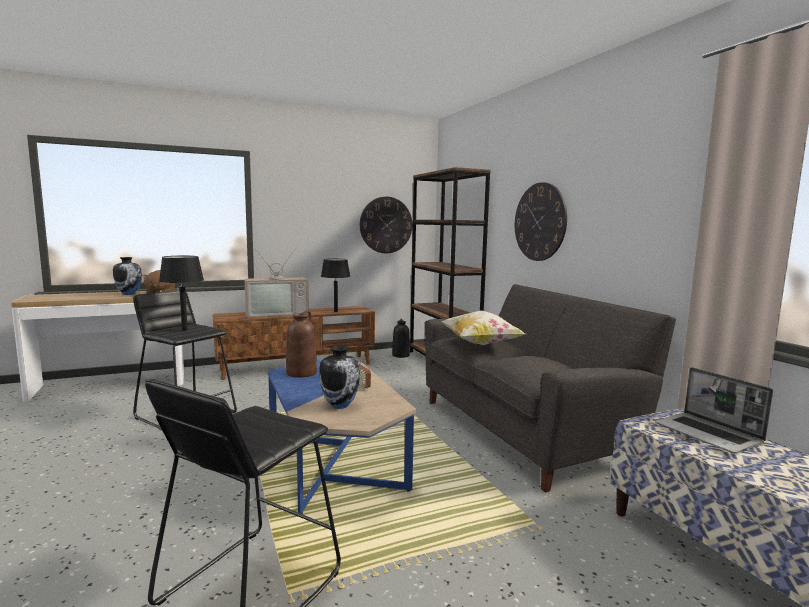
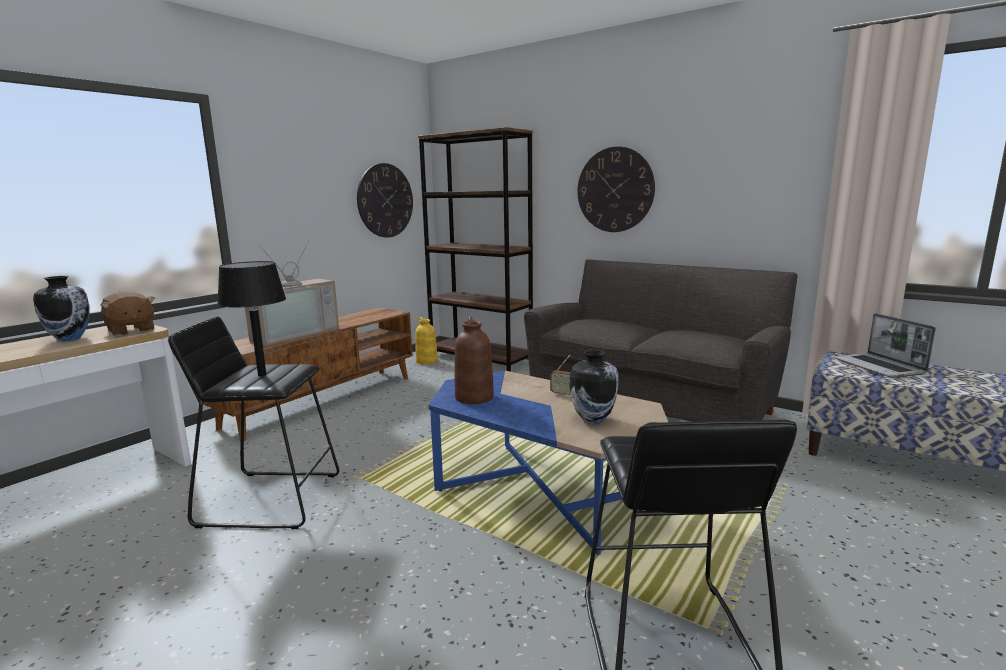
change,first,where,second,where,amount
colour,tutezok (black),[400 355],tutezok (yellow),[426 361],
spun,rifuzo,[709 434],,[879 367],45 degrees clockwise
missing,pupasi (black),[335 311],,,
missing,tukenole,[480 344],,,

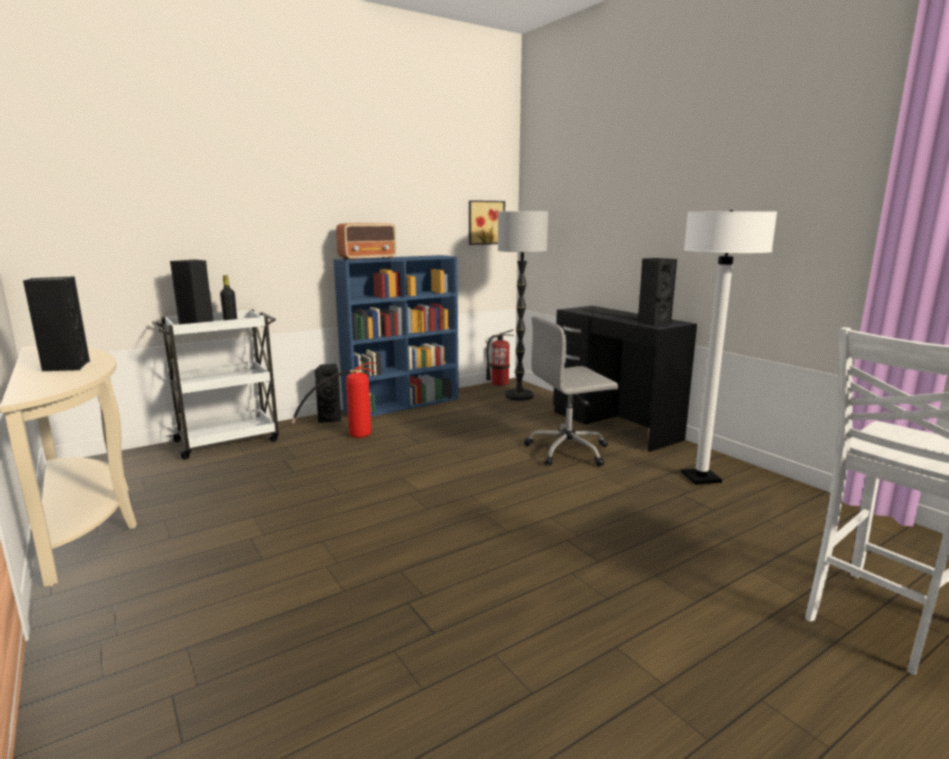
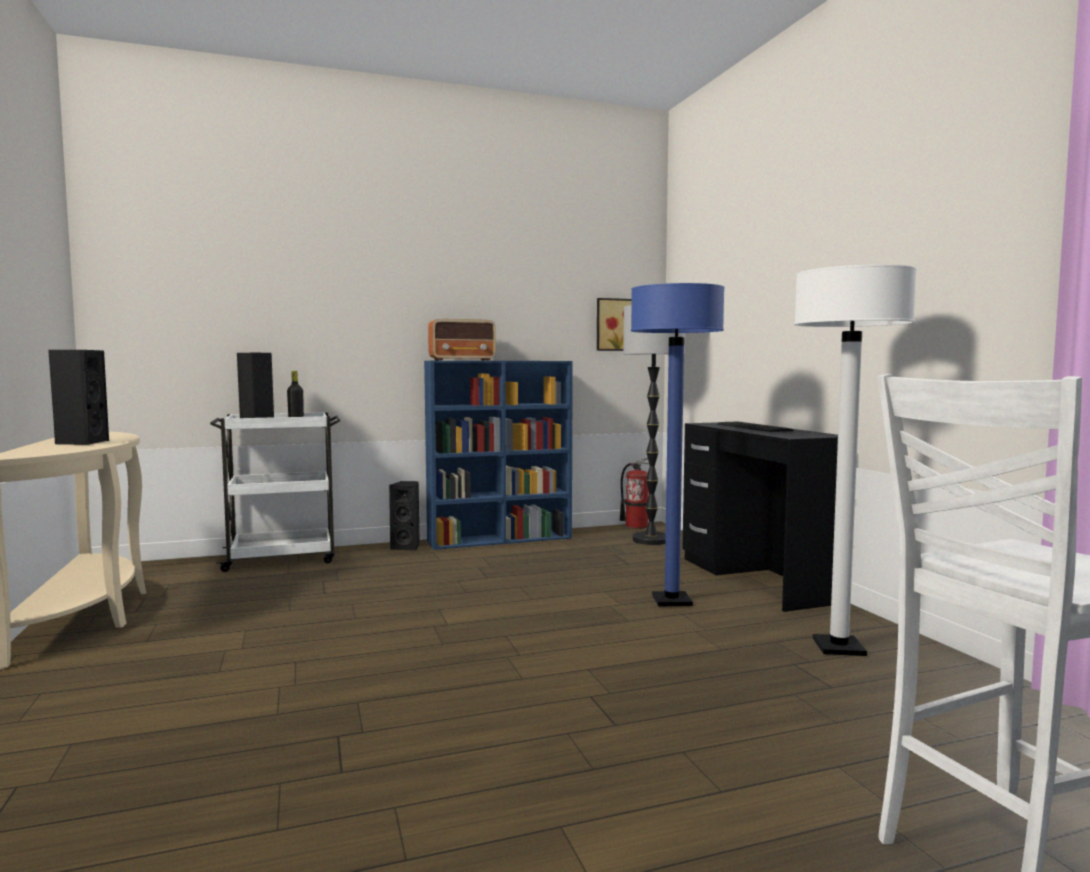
change,first,where,second,where,amount
exchanged,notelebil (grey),[569 450],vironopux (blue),[671 601],
missing,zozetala,[347 436],,,
missing,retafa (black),[653 323],,,

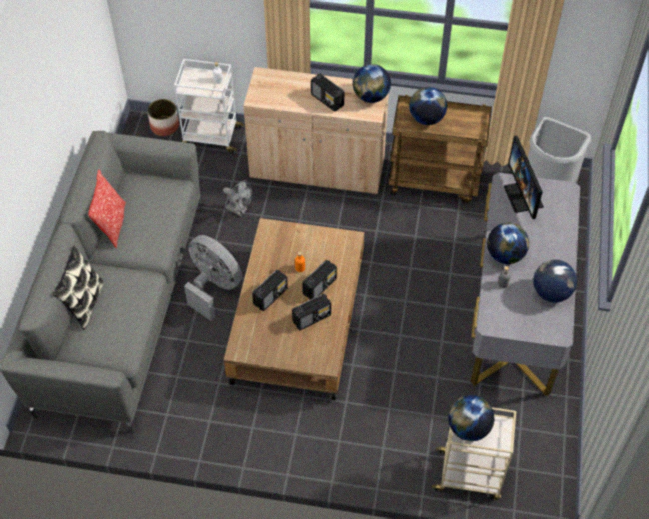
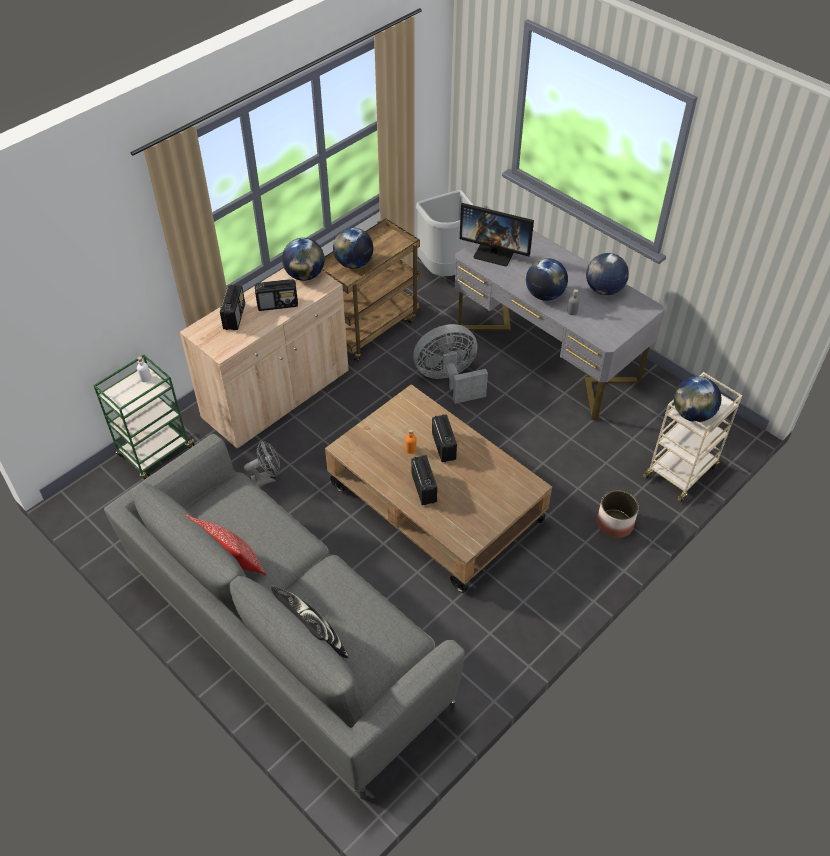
change,first,where,second,where,amount
colour,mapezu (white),[211 136],mapezu (green),[155 452],
relocated,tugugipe,[312 318],,[234 316],
relocated,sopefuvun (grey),[213 287],,[449 380],
relocated,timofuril,[164 126],,[614 524],

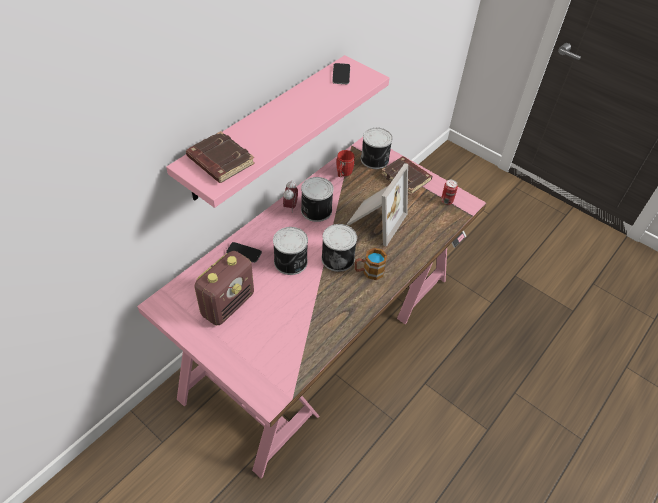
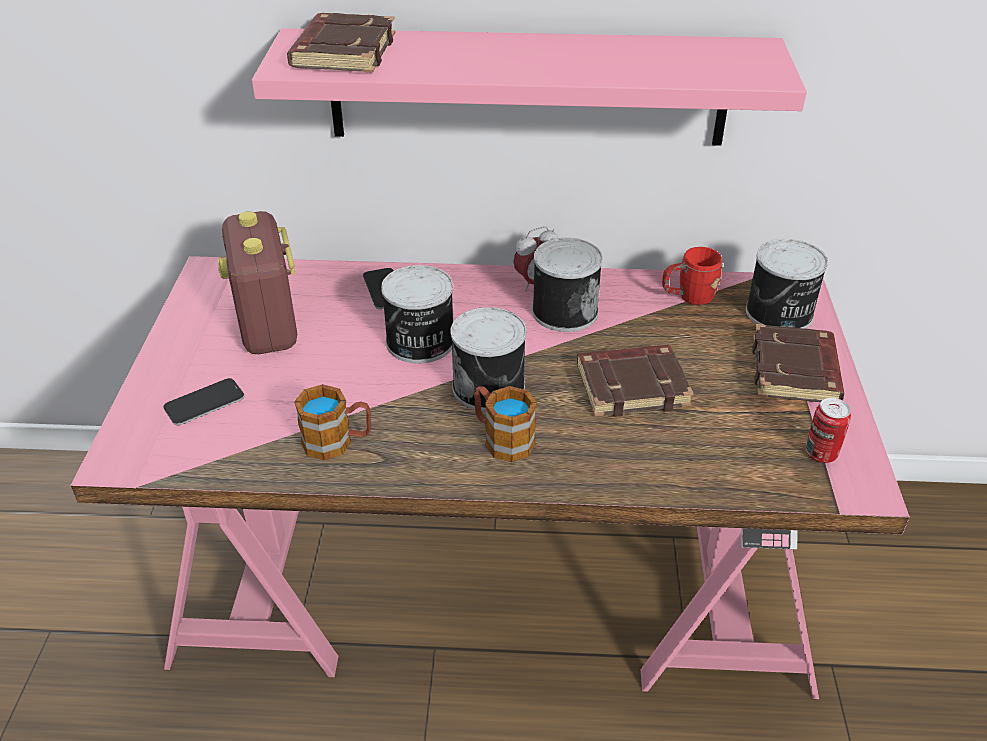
change,first,where,second,where,amount
relocated,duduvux,[341 74],,[204 403],
spun,tugugipe,[228 304],,[268 326],75 degrees clockwise
appeared,,,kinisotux,[337 442],
exchanged,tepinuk,[375 220],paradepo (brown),[632 385],

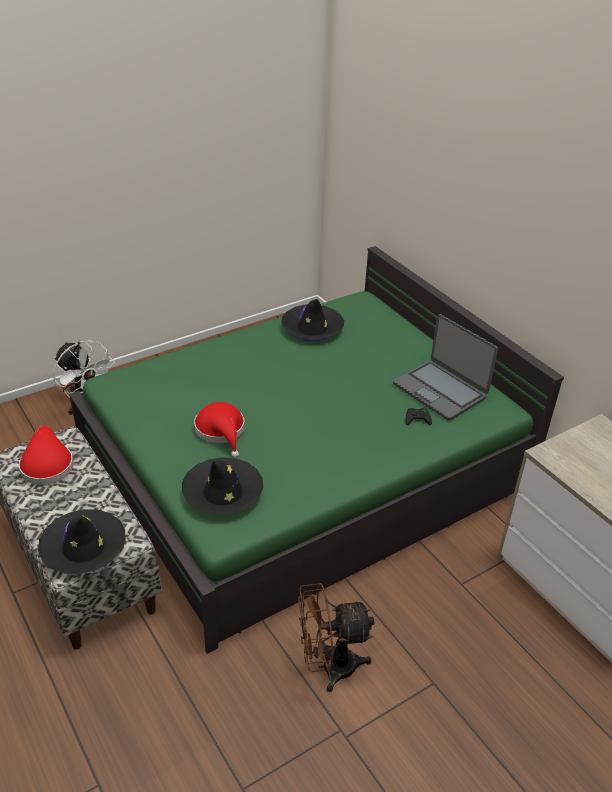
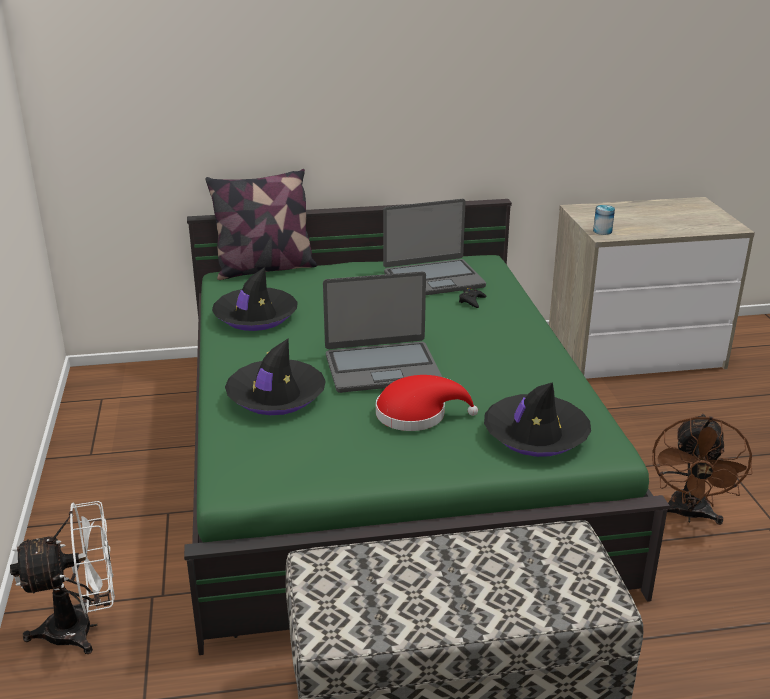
change,first,where,second,where,amount
appeared,,,tukenole,[265 268],
relocated,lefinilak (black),[83 548],,[276 396],
appeared,,,rifuzo,[382 367],
appeared,,,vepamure,[602 231],
missing,lefinilak (red),[47 464],,,

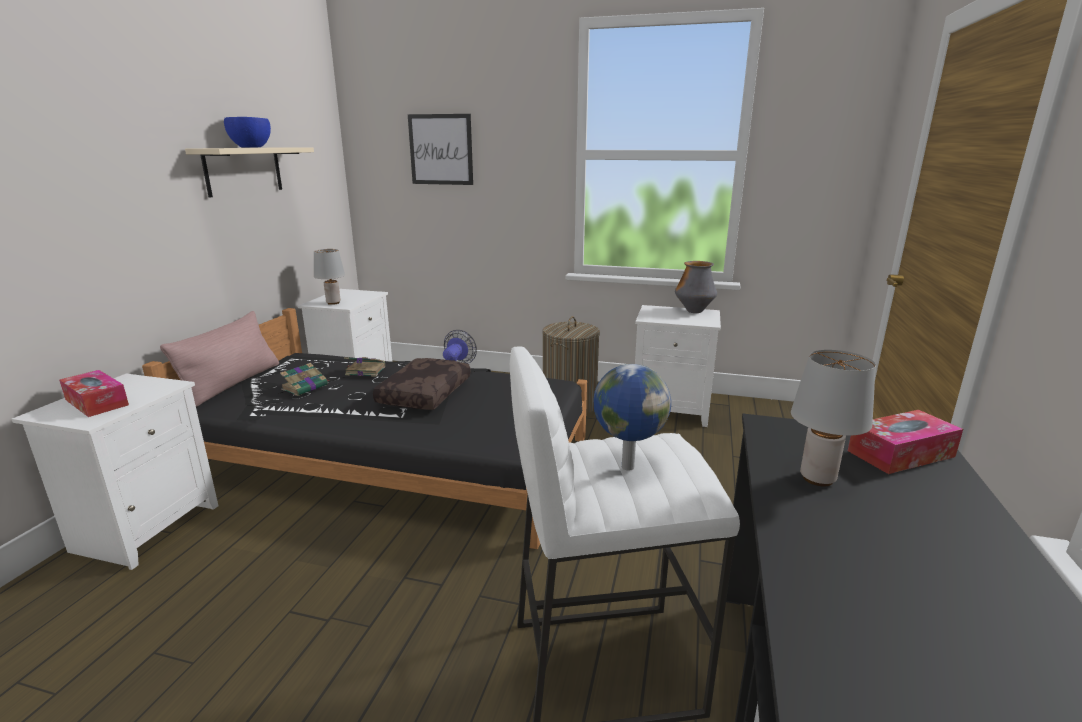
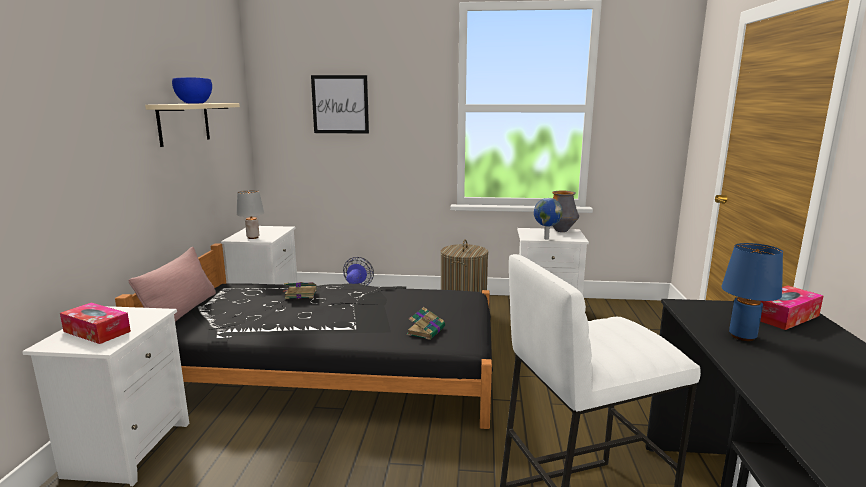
change,first,where,second,where,amount
relocated,paradepo,[306 387],,[426 330],
relocated,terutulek,[626 466],,[546 238],
colour,pupasi (grey),[817 478],pupasi (blue),[741 336],
missing,tukenole (brown),[424 393],,,

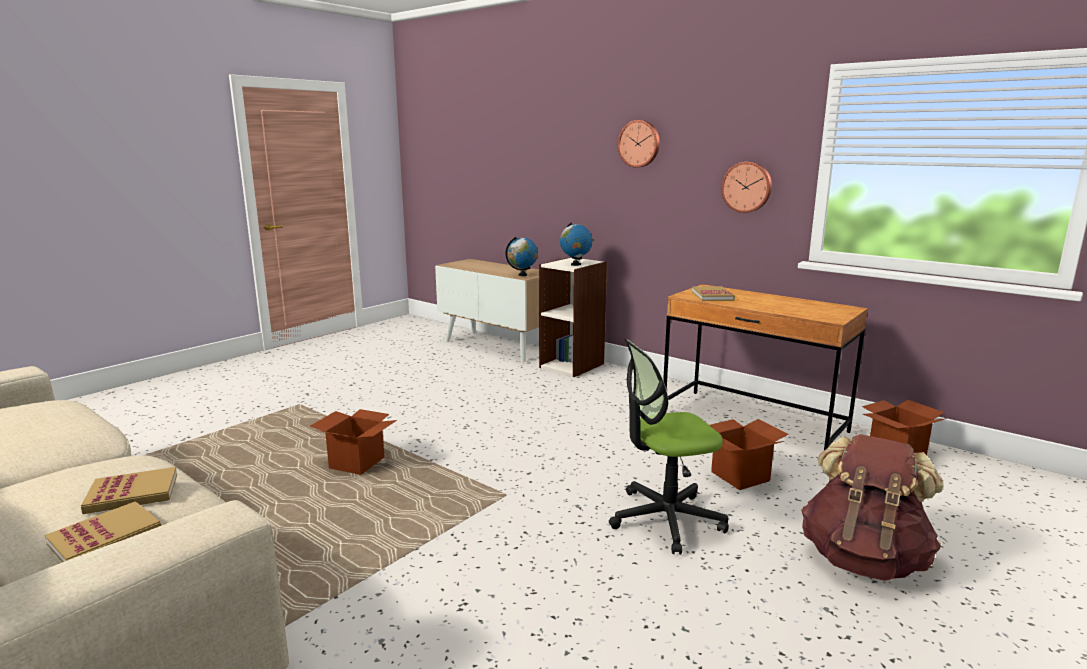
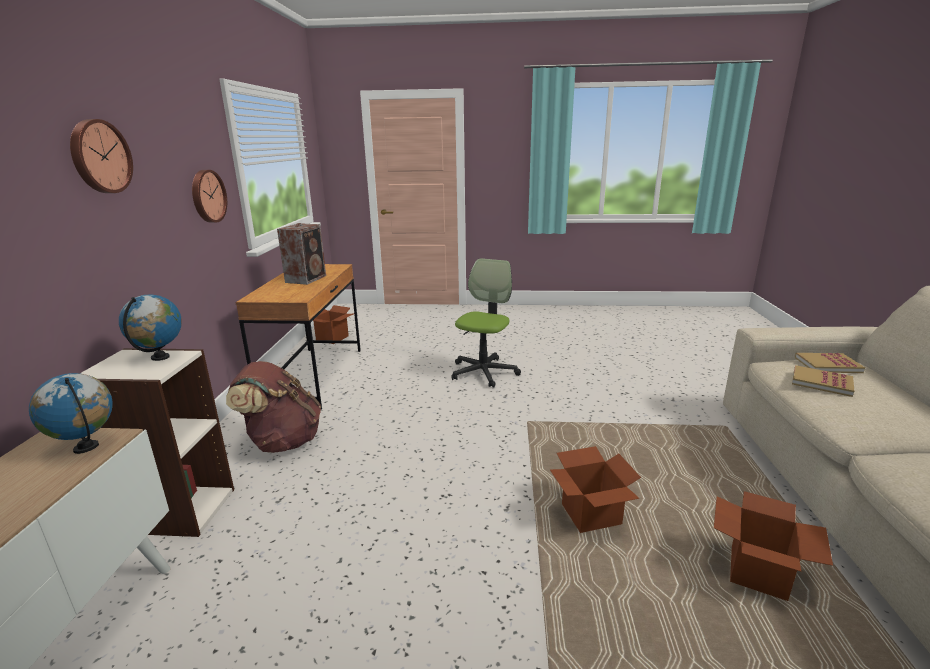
change,first,where,second,where,amount
relocated,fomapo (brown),[863 559],,[282 442],
appeared,,,retafa,[307 279],
spun,notelebil,[665 519],,[483 372],105 degrees counterclockwise
relocated,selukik,[740 476],,[757 573],
missing,paradepo,[712 296],,,

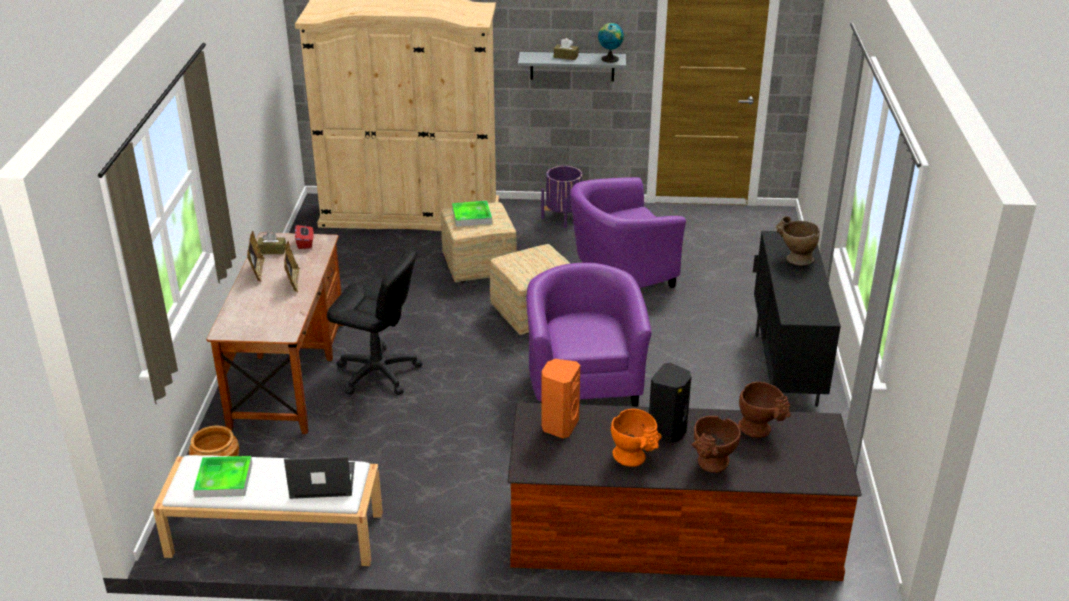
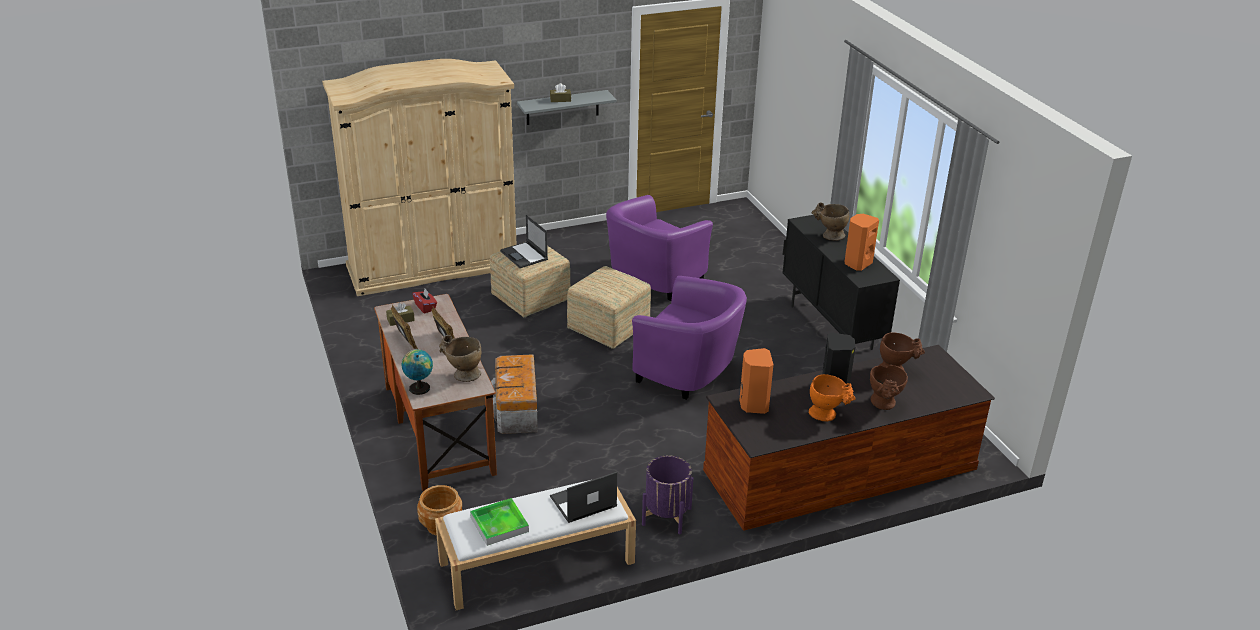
change,first,where,second,where,amount
relocated,terutulek,[609 58],,[419 387],
appeared,,,tutezok (beige),[462 375],
exchanged,notelebil (black),[378 373],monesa,[516 409],
exchanged,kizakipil,[472 216],rifuzo,[524 255],
spun,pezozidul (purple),[584 381],,[689 373],150 degrees clockwise
relocated,timofuril (purple),[563 217],,[666 516],
appeared,,,retafa (orange),[857 263],

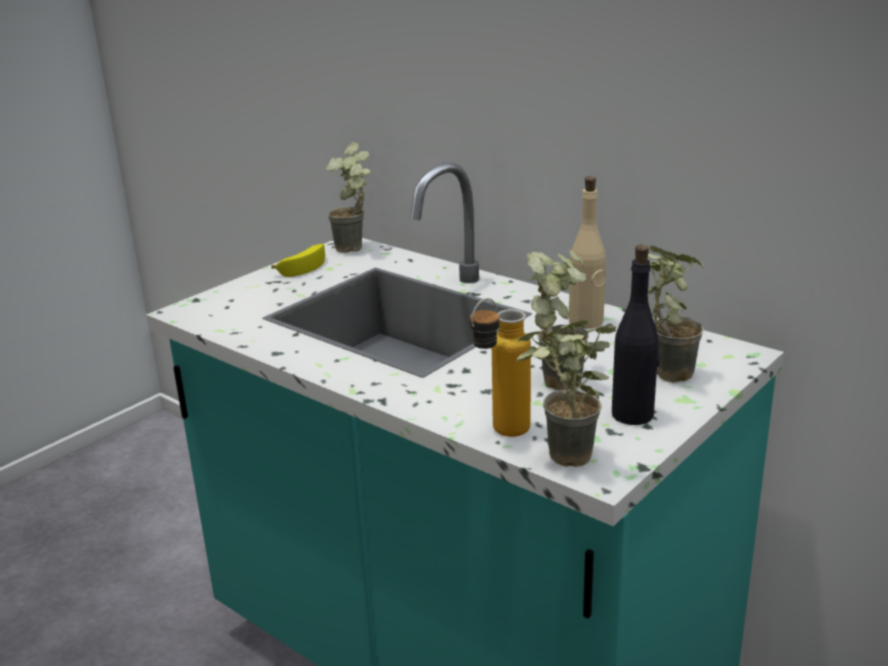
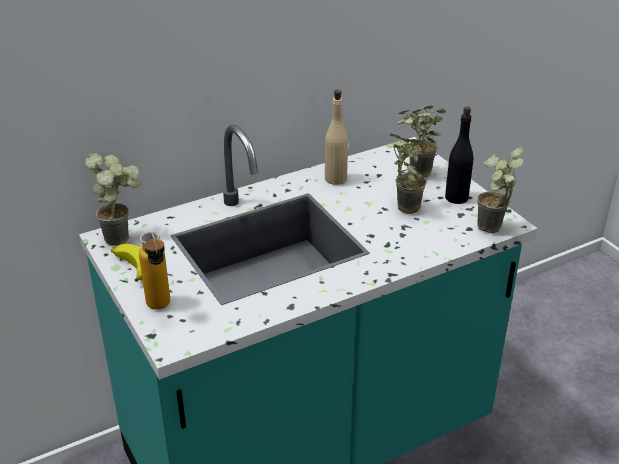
change,first,where,second,where,amount
relocated,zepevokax,[500 434],,[160 309],

